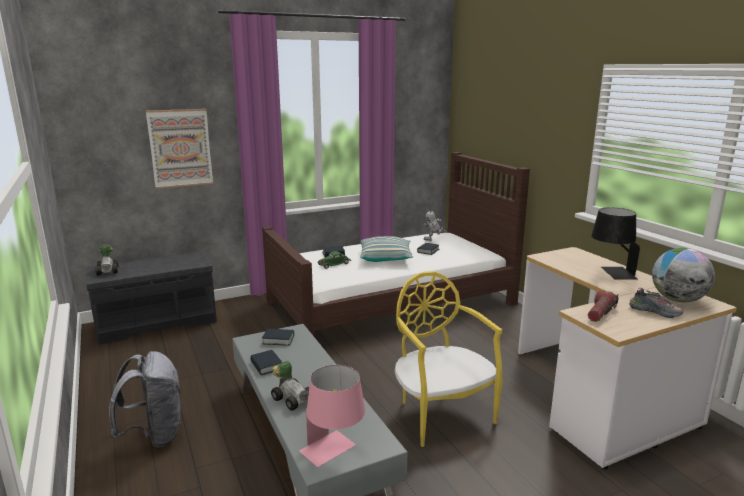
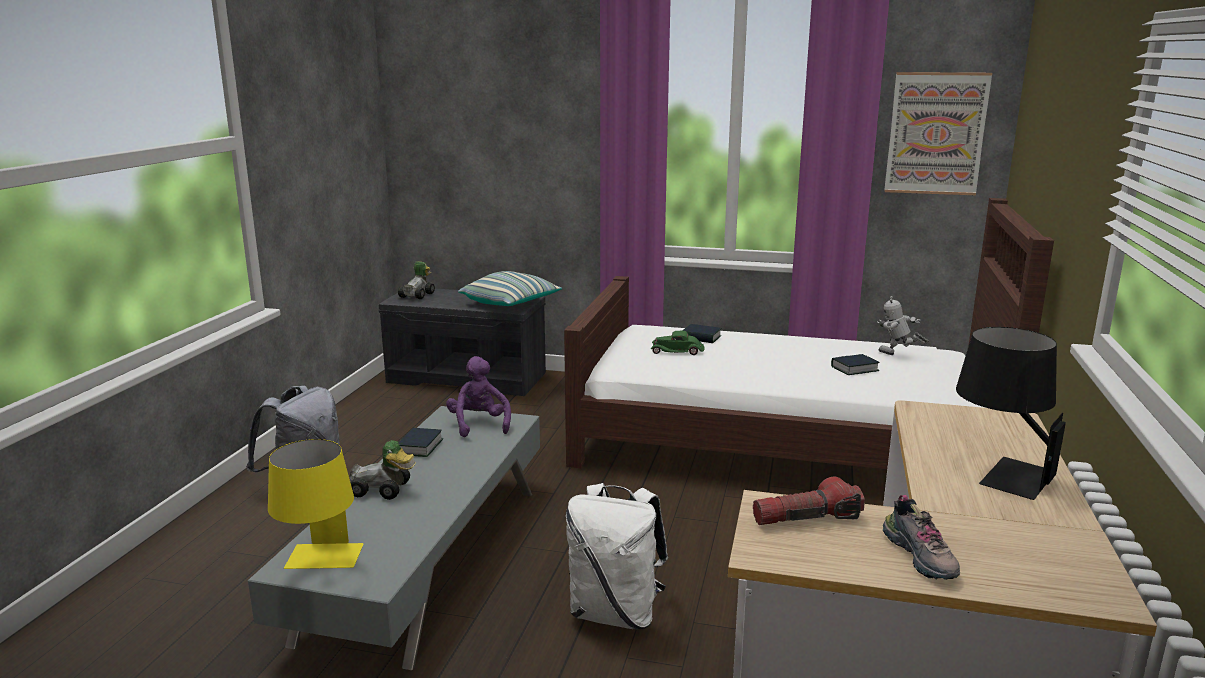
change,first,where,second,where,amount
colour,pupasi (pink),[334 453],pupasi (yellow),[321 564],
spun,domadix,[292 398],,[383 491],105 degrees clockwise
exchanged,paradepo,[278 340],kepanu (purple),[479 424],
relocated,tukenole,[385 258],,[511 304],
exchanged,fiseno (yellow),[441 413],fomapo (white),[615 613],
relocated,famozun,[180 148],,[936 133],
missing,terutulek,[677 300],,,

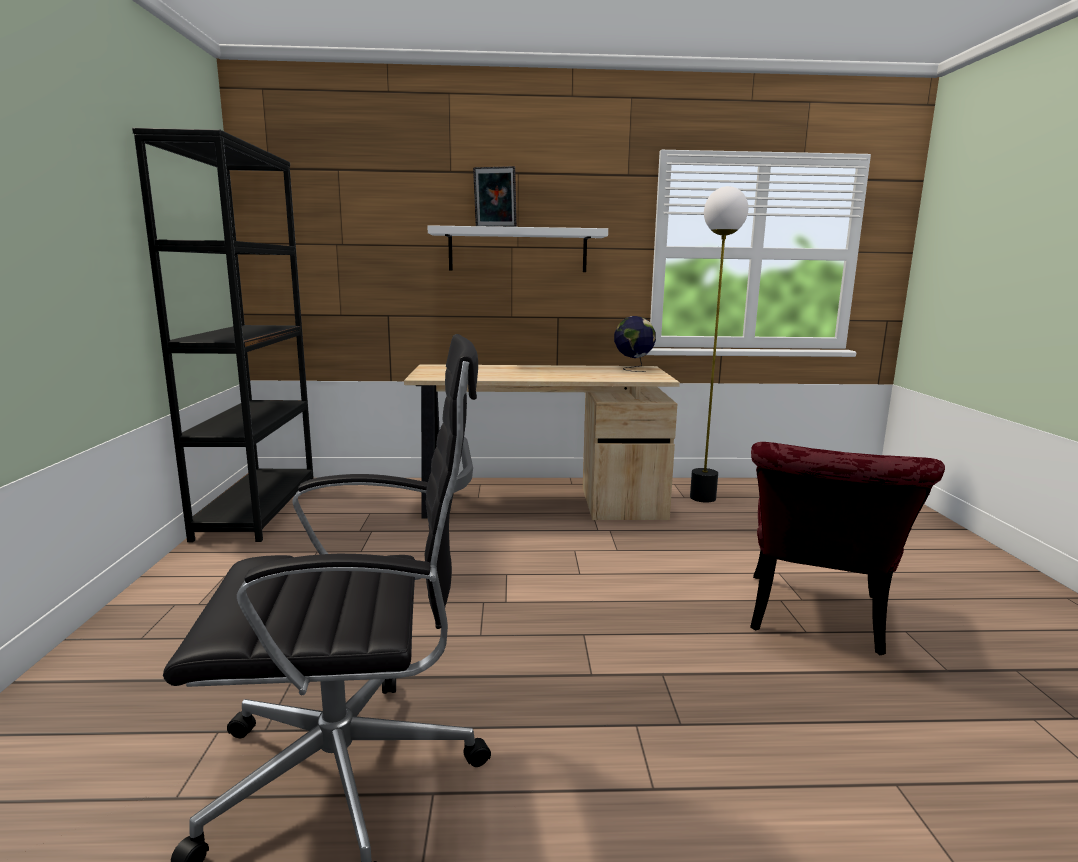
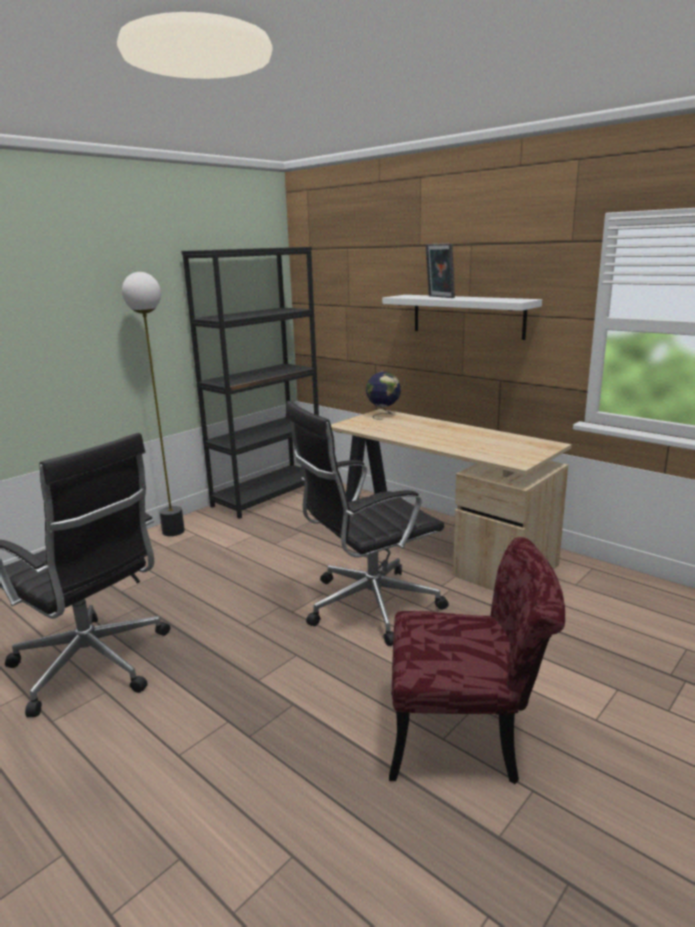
change,first,where,second,where,amount
relocated,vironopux,[702 498],,[173 531],
appeared,,,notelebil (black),[368 606],
relocated,terutulek,[633 369],,[383 415],
spun,fiseno (red),[814 621],,[467 736],150 degrees counterclockwise

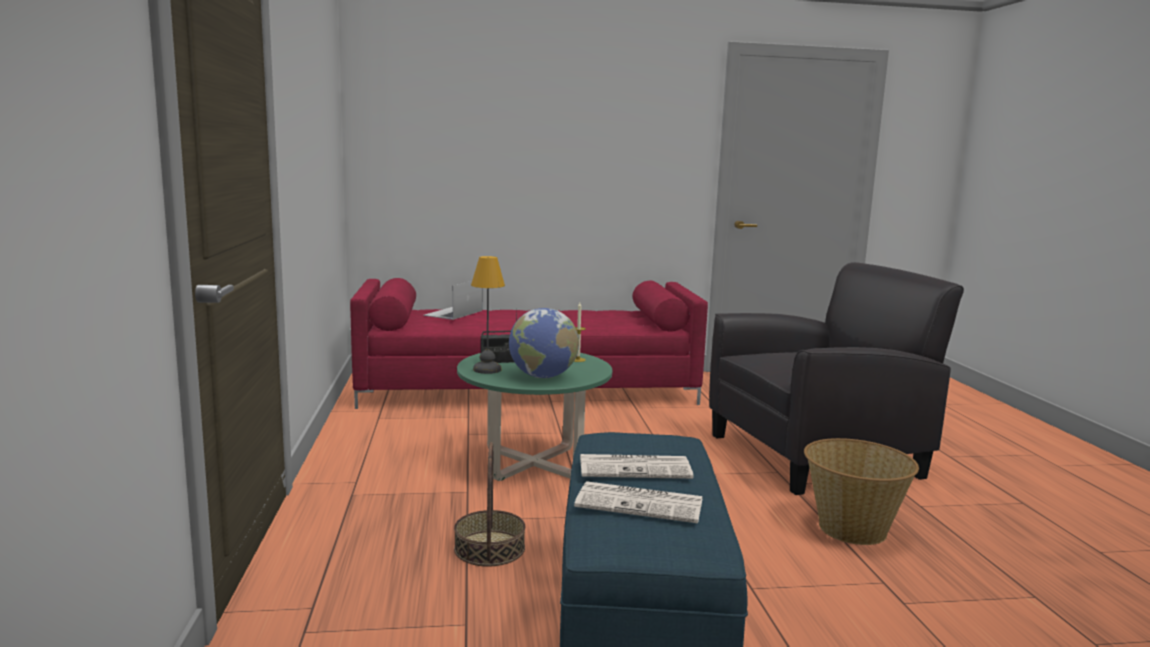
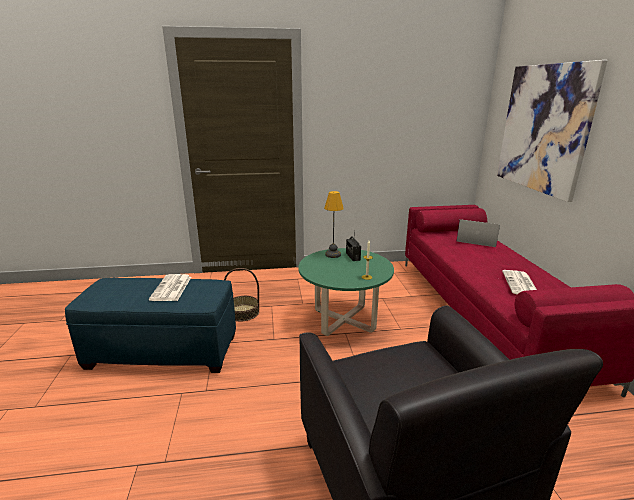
change,first,where,second,where,amount
appeared,,,famozun,[543 128],
relocated,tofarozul,[641 503],,[521 284],
missing,terutulek,[543 376],,,
missing,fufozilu,[852 528],,,

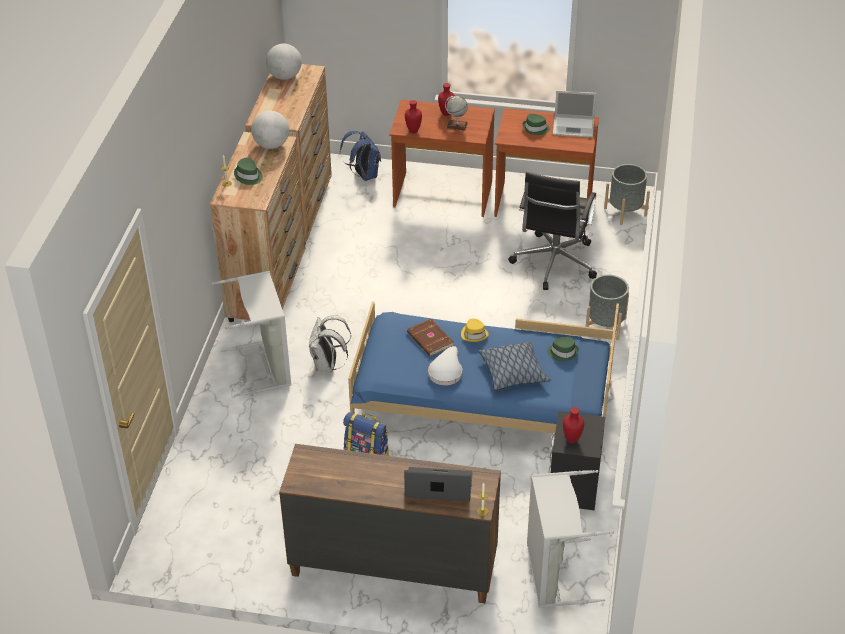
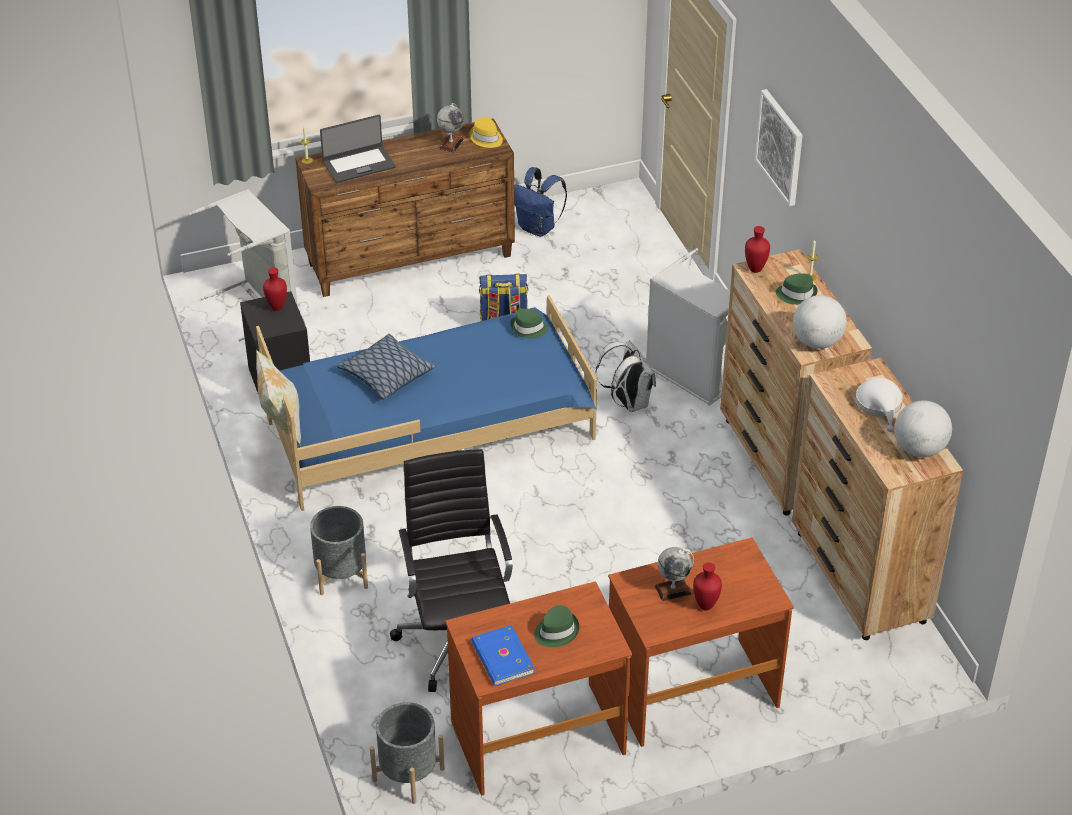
change,first,where,second,where,amount
appeared,,,tukenole,[281 423],
appeared,,,terutulek,[451 144],
relocated,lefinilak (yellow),[474 334],,[486 138],
exchanged,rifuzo,[574 127],paradepo (blue),[501 658],
relocated,lefinilak (green),[563 352],,[529 329],
relocated,fomapo (blue),[364 175],,[538 228],
relocated,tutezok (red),[413 131],,[756 269],
appeared,,,famozun,[780 147],
relocated,lefinilak (white),[446 372],,[879 405],
missing,paradepo (brown),[429 340],,,

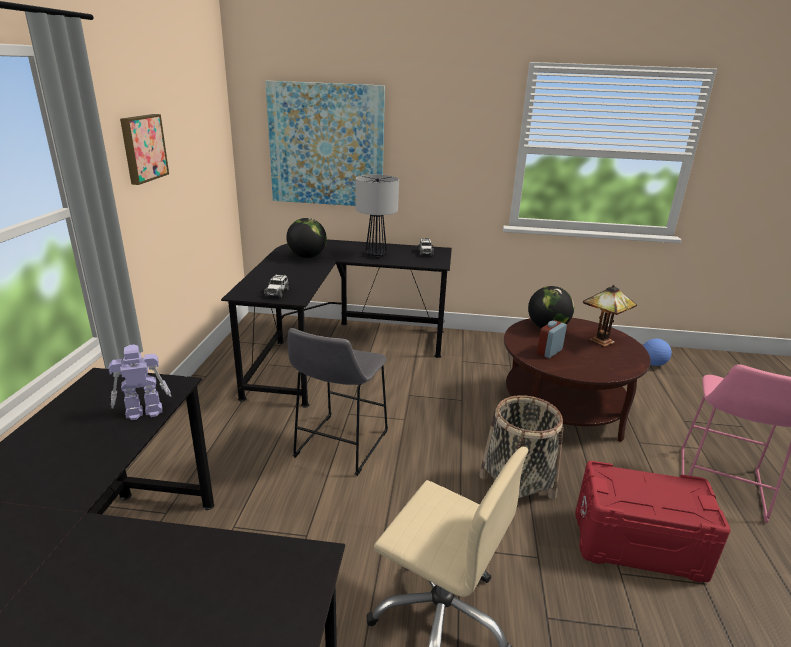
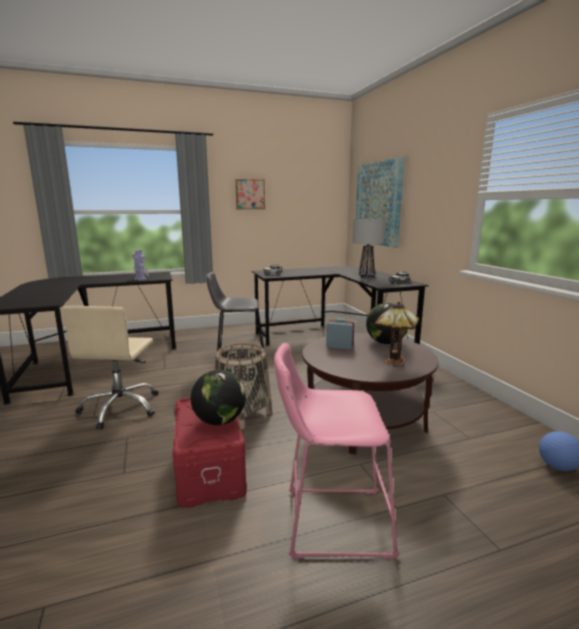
change,first,where,second,where,amount
relocated,terutulek,[307 257],,[219 421],

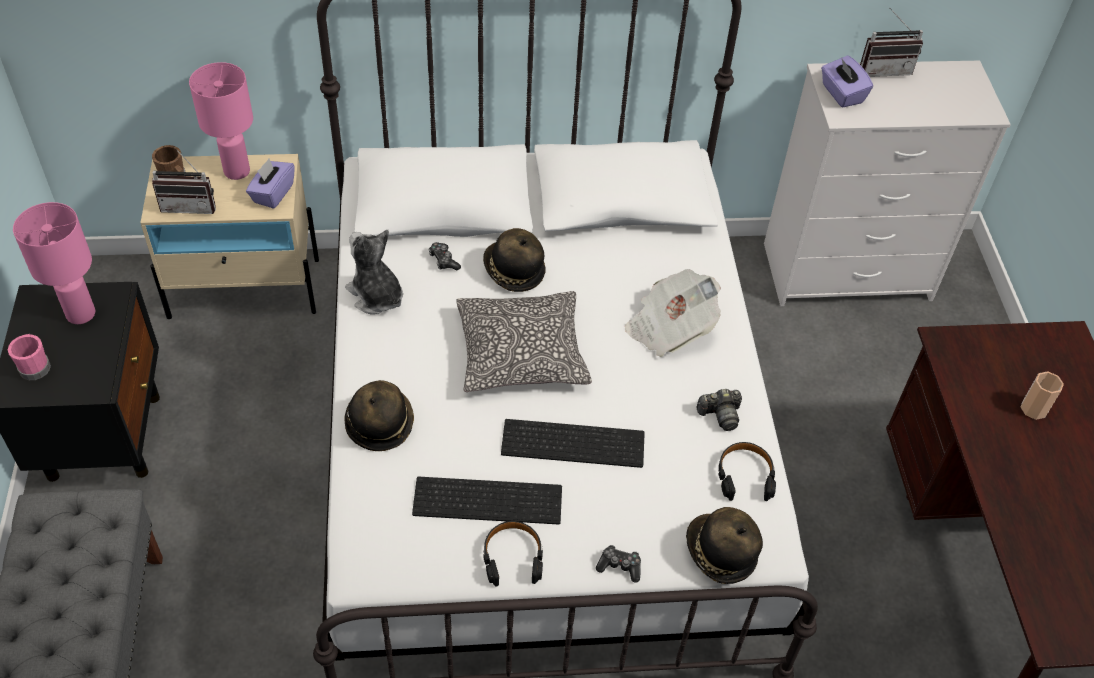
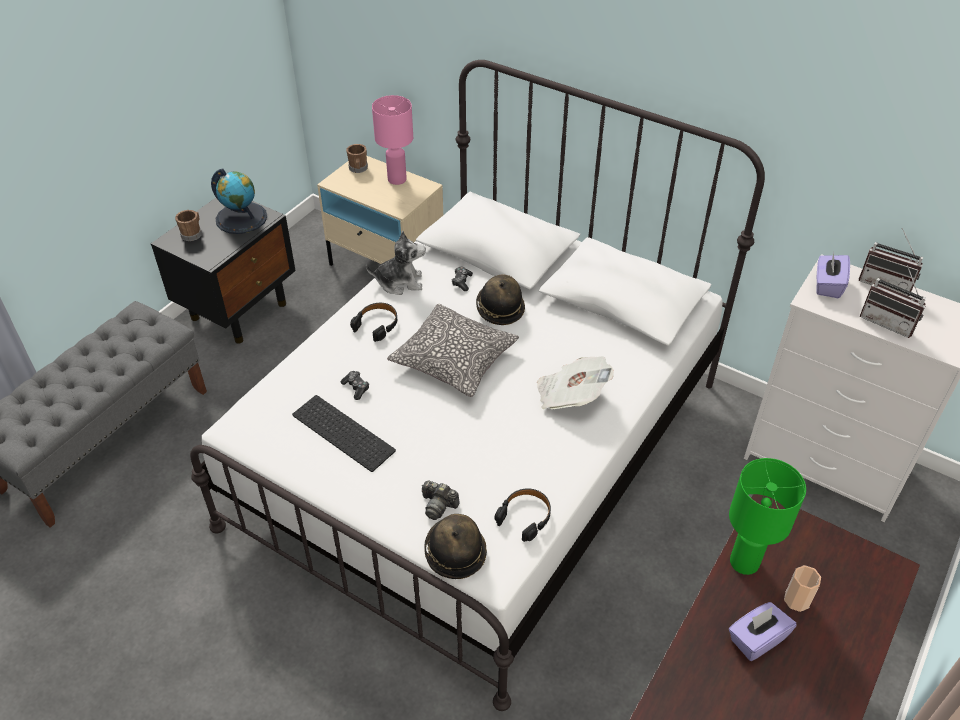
change,first,where,second,where,amount
colour,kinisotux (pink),[34 365],kinisotux (brown),[193 233],
exchanged,pupasi (pink),[81 313],terutulek,[241 218],
relocated,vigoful,[619 566],,[356 388],
relocated,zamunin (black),[513 557],,[377 325],
spun,kepanu,[376 296],,[400 282],90 degrees clockwise
relocated,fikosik,[720 415],,[438 505],
appeared,,,pupasi (green),[745 562],
relocated,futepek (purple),[272 193],,[756 639],
relocated,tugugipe,[190 205],,[888 322],
missing,lefinilak,[379 423],,,
missing,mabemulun,[574 441],,,

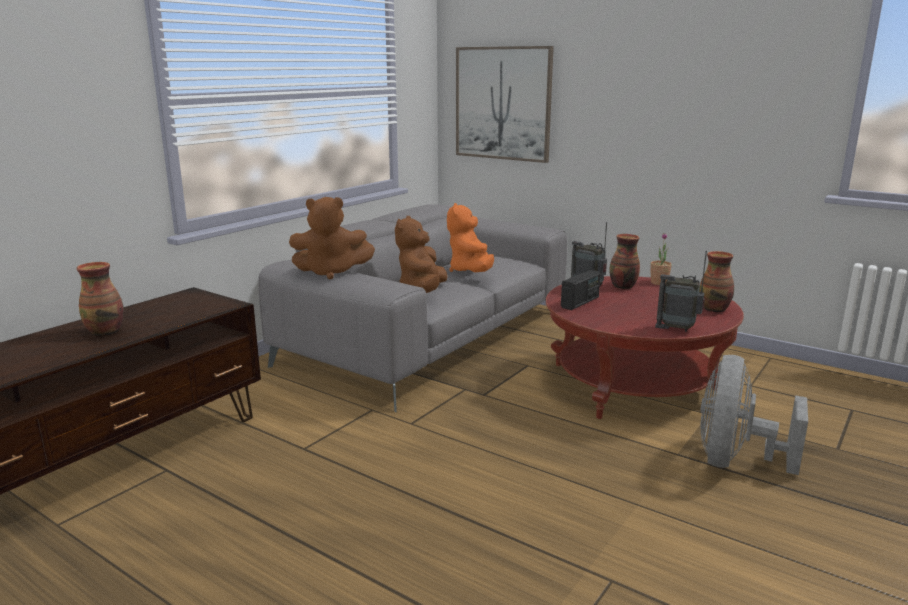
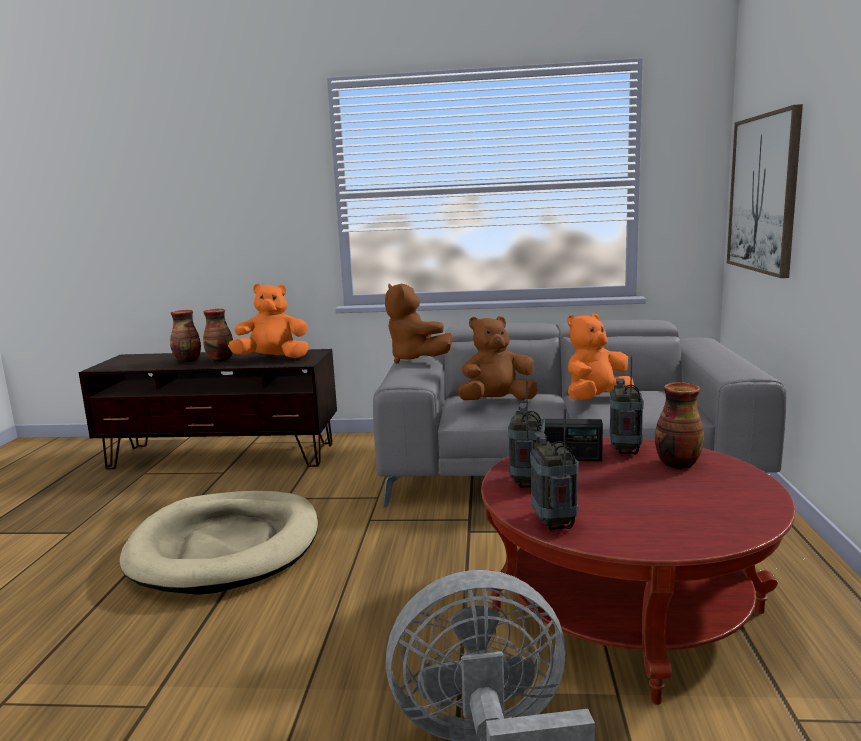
change,first,where,second,where,amount
appeared,,,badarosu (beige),[226 547],
relocated,tutezok,[714 309],,[188 361],
appeared,,,kepanu (orange),[273 359],
appeared,,,tugugipe,[528 483],
missing,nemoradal,[659 282],,,

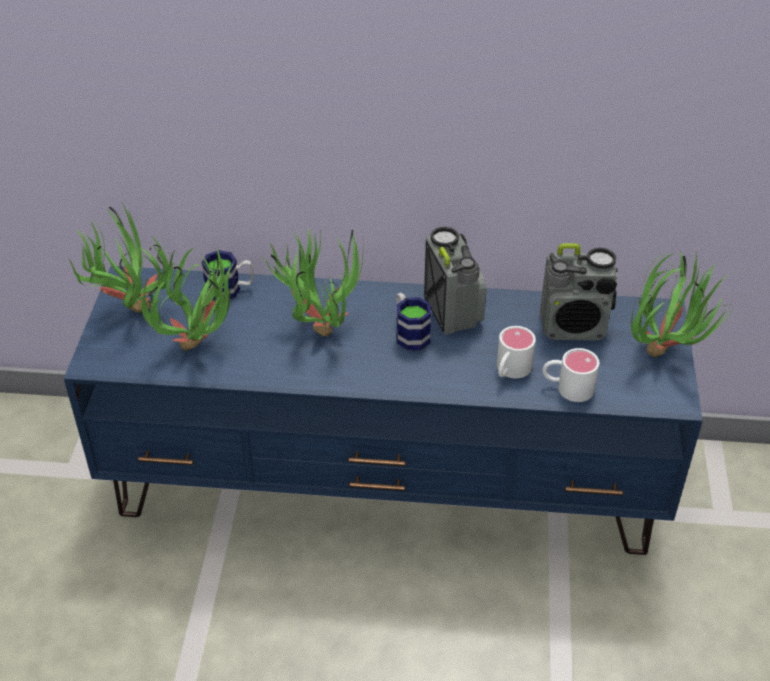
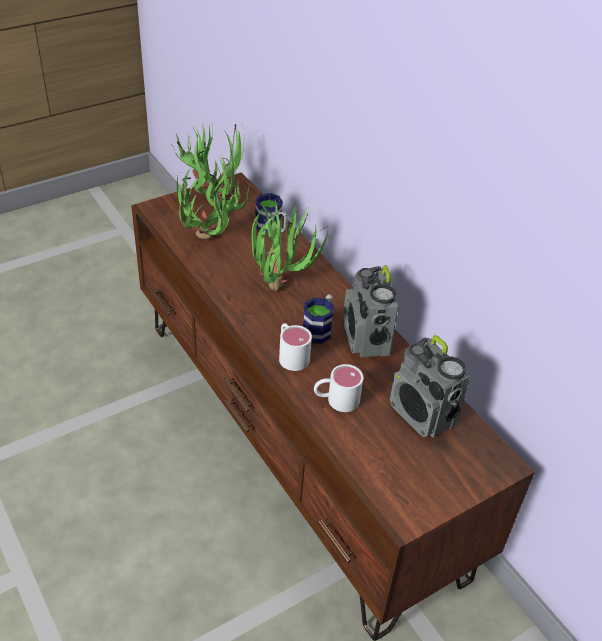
change,first,where,second,where,amount
colour,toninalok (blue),[387 483],toninalok (brown),[295 441],
relocated,kinisotux (white),[567 387],,[291 354],
spun,tugugipe,[452 311],,[366 339],135 degrees clockwise
missing,nemoradal,[667 351],,,

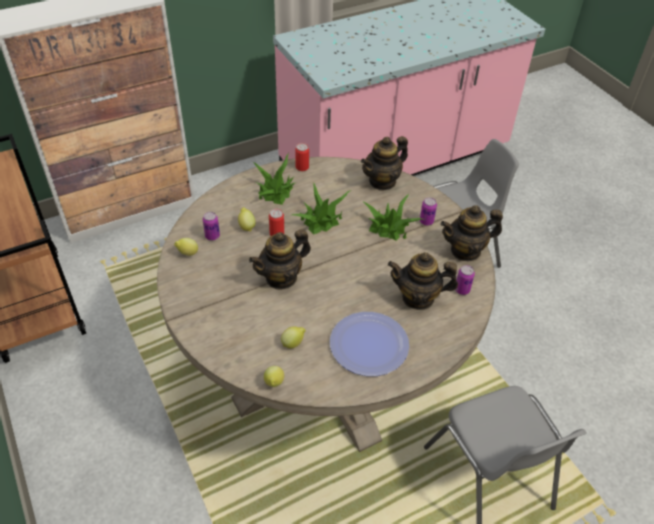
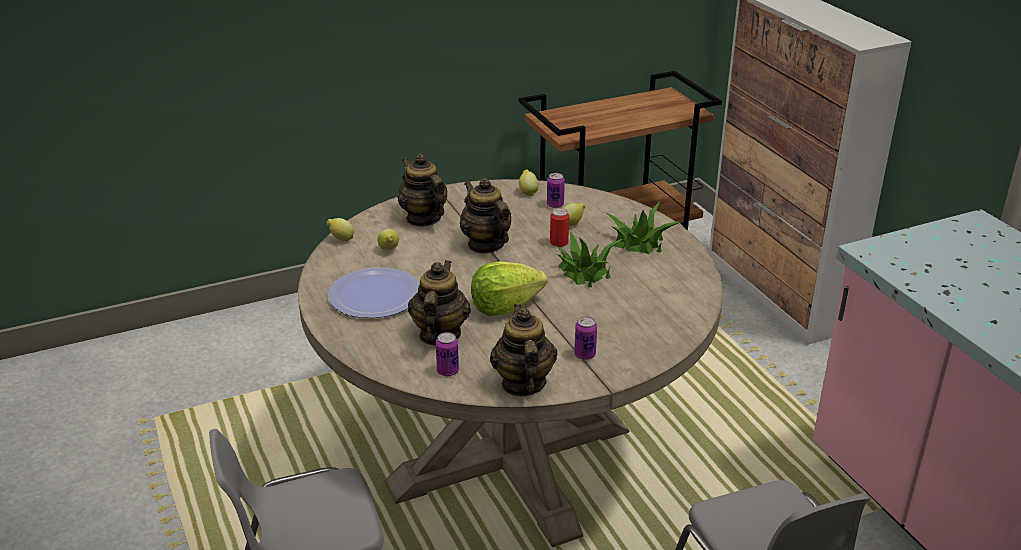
change,first,where,second,where,amount
relocated,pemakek,[382 181],,[423 218],
appeared,,,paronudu,[505 306],
missing,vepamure,[302 167],,,
missing,nemoradal,[389 227],,,

